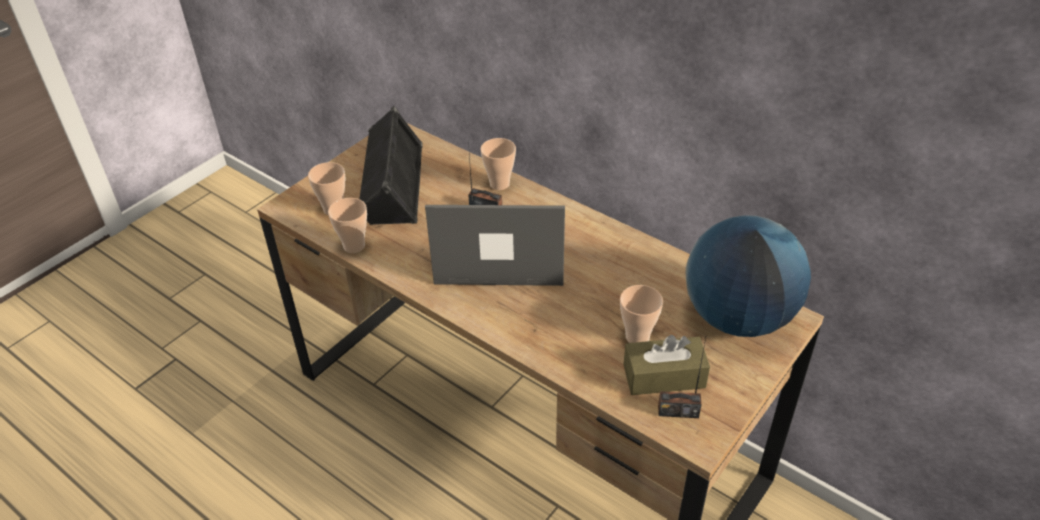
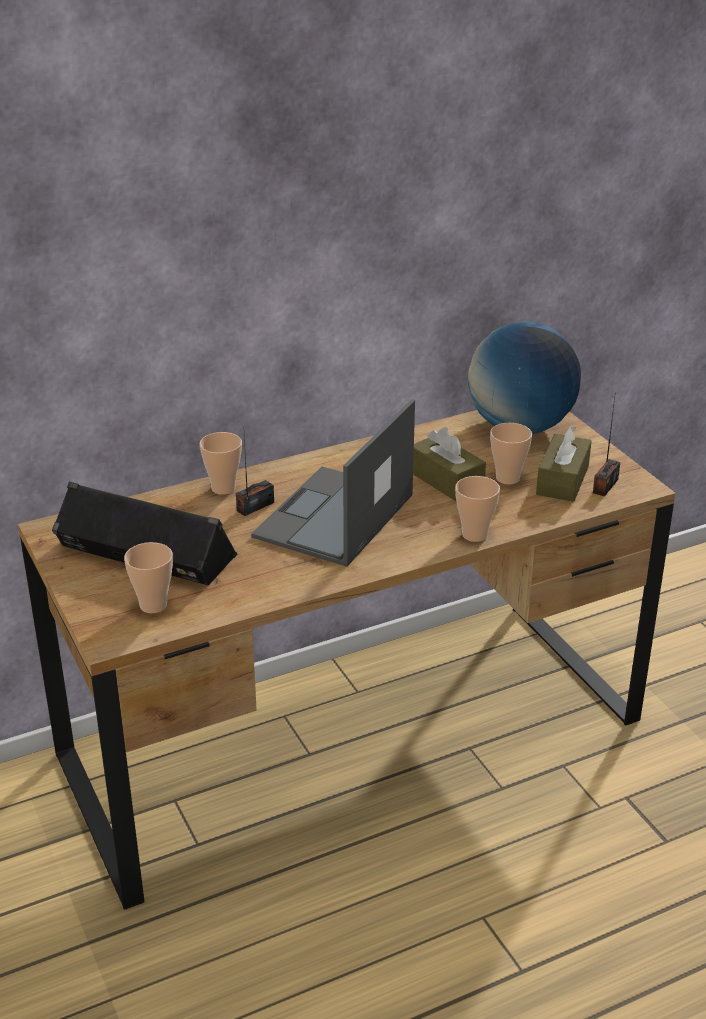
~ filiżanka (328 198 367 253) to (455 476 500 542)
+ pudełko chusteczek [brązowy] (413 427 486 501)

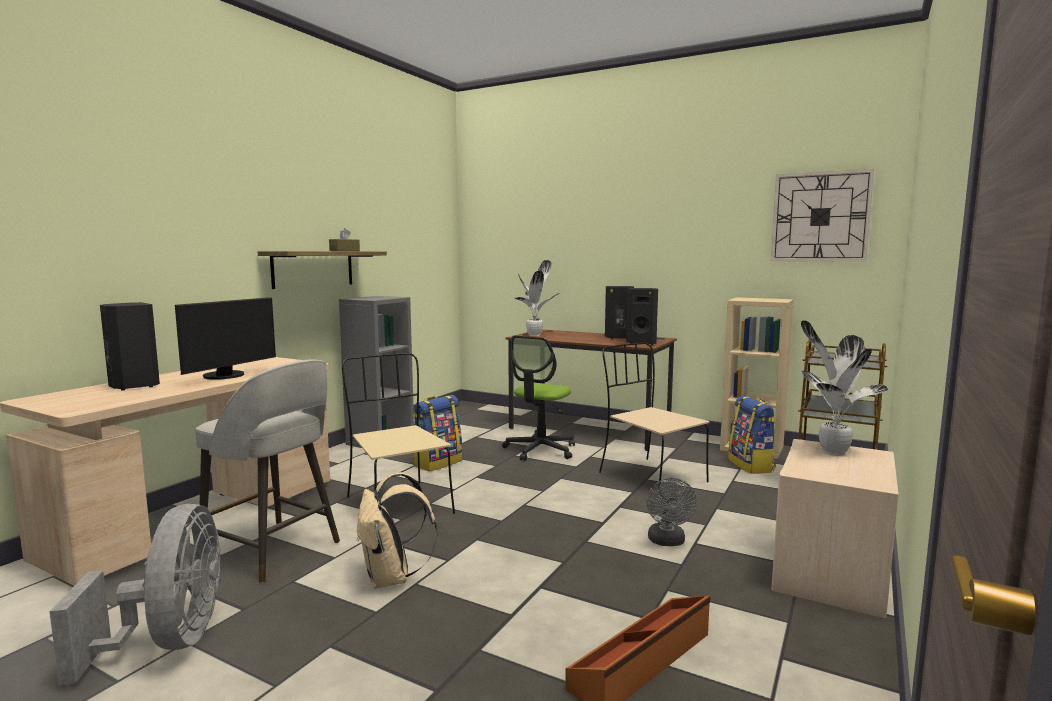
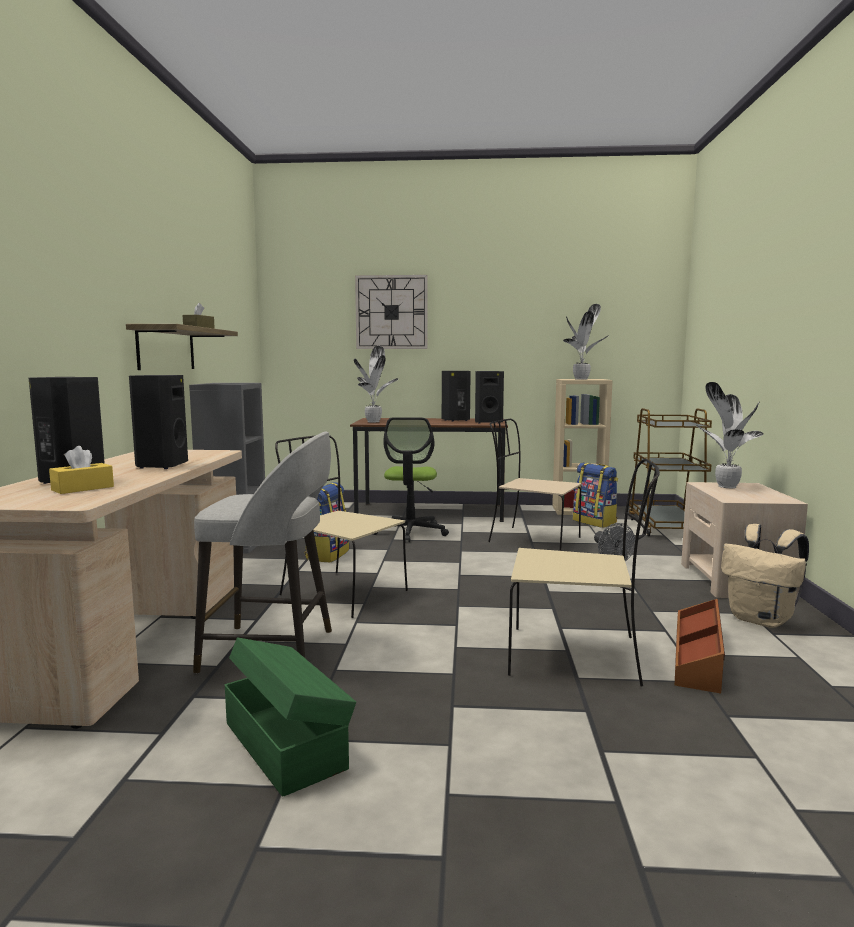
~ wentylator [szary] (49 504 222 685) to pojemnik do przechowywania [zielony] (225 638 356 797)
~ monitor (175 297 276 380) to głośnik [czarny] (129 375 188 469)
~ plecak [beżowy] (356 472 437 589) to (721 524 809 628)
~ zegar ścienny (771 169 874 262) to (355 275 428 349)
+ pudełko chusteczek [żółty] (49 446 114 494)
+ krzesło [beżowy] (508 459 660 686)
+ roślina doniczkowa (563 304 609 380)

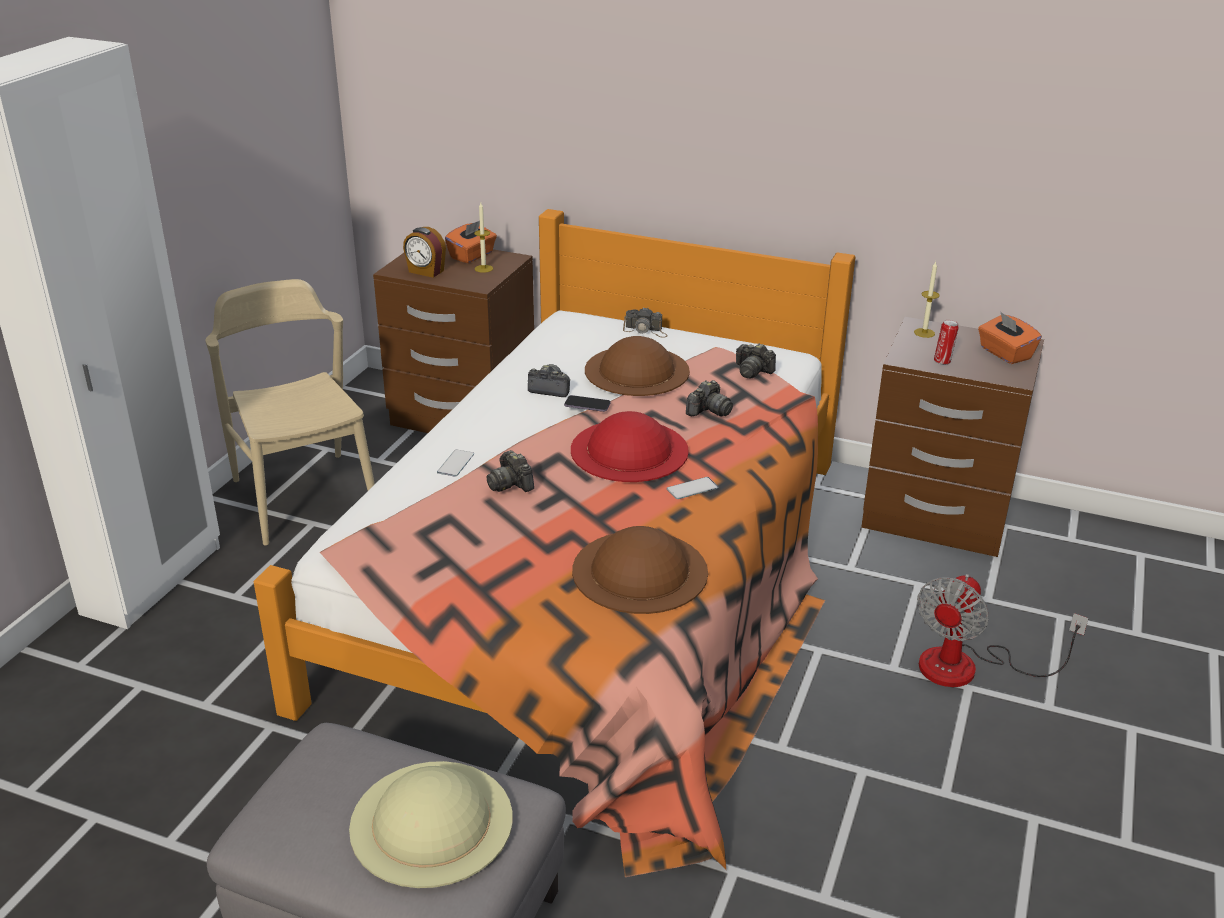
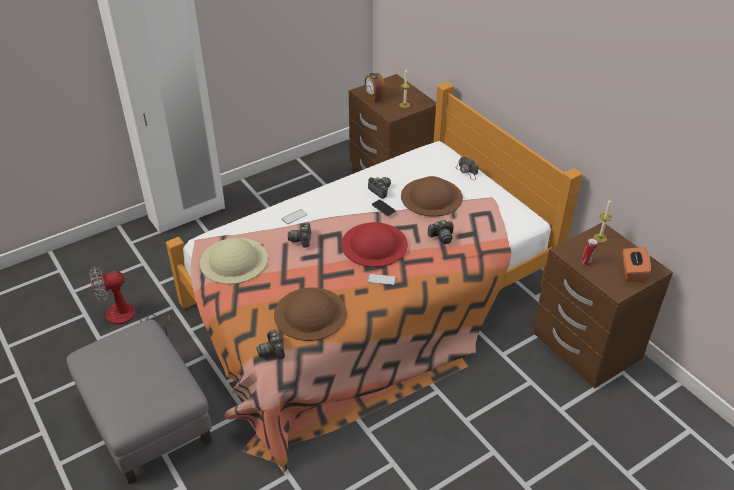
- krzesło [beżowy] (205 279 375 545)
~ kapelusz [beżowy] (349 761 513 888) to (200 238 268 284)
- pudełko chusteczek [pomarańczowy] (445 221 497 263)
~ aparat fotograficzny (736 343 776 379) to (256 330 285 359)
~ wentylator (917 574 1089 687) to (89 266 172 336)

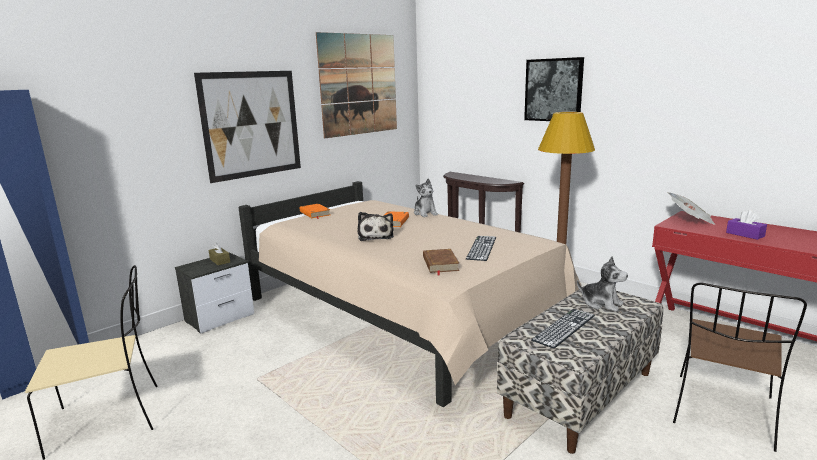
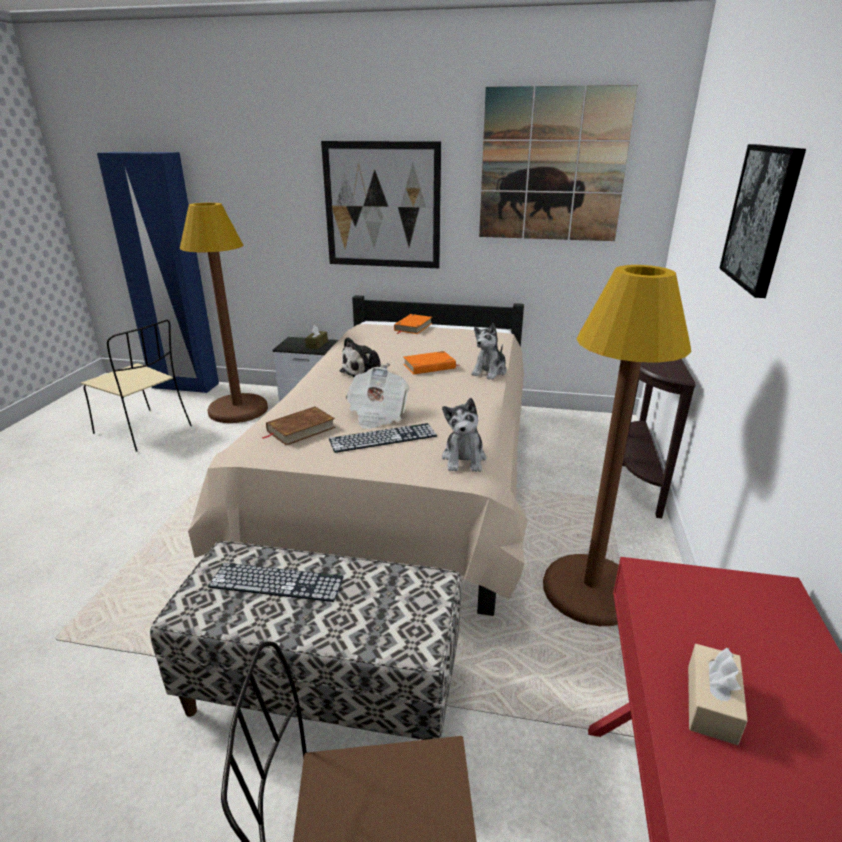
~ pluszak (577 257 628 312) to (442 398 486 472)
~ gazeta (667 192 716 225) to (346 367 409 429)
~ pudełko chusteczek [fioletowy] (726 210 767 240) to pudełko chusteczek [beżowy] (688 644 748 745)
+ lampa stojąca [brązowy] (180 202 268 423)

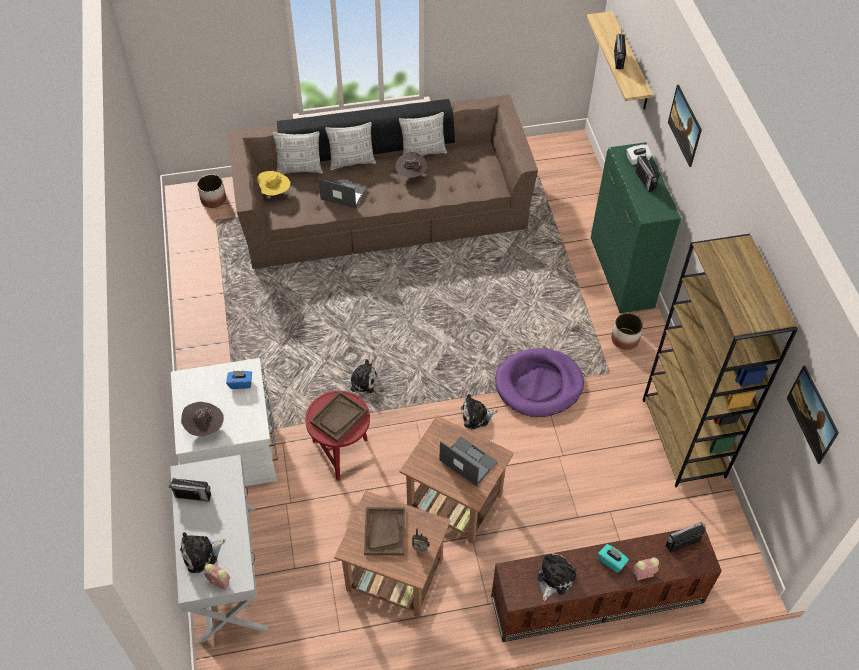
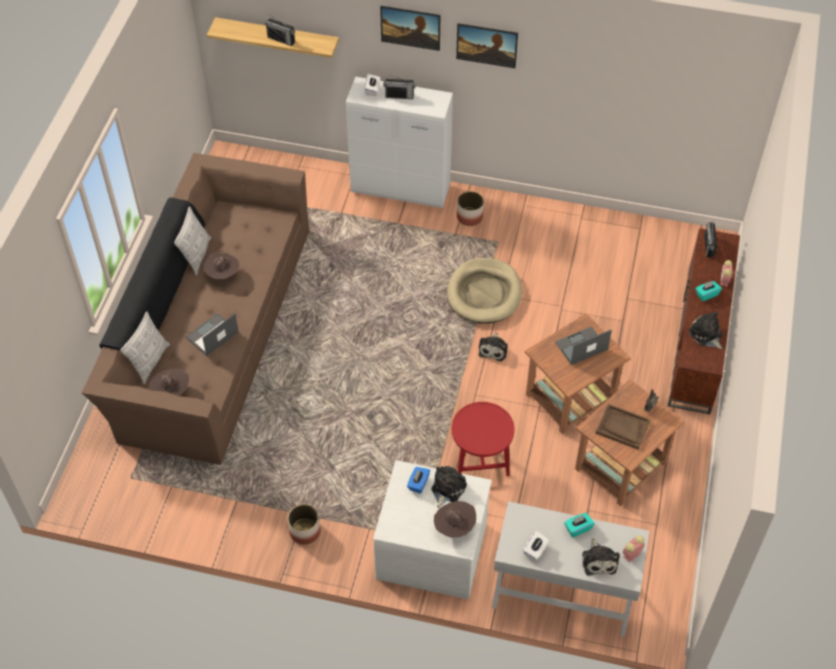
~ radio (169 478 211 502) to pudełko chusteczek [biały] (523 531 549 561)
~ donica (197 174 226 208) to (288 504 321 545)
~ kapelusz [żółty] (257 171 290 196) to kapelusz [brązowy] (149 368 189 396)
- taca [brązowy] (310 391 368 443)
- poduszka (325 122 376 170)
~ pluszak (341 359 377 394) to (431 466 467 509)
~ legowisko [fioletowy] (495 348 584 417) to legowisko [beżowy] (447 258 522 324)
~ szafka [zielony] (591 142 681 313) to szafka [biały] (346 77 453 208)
- regał [brązowy] (643 234 798 487)
~ obraz (787 365 839 464) to (456 23 518 68)
+ pudełko chusteczek [turkusowy] (564 513 594 537)

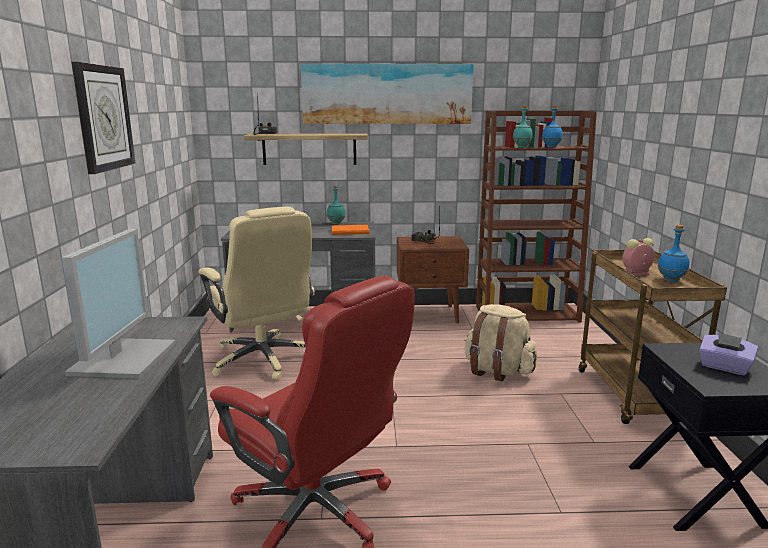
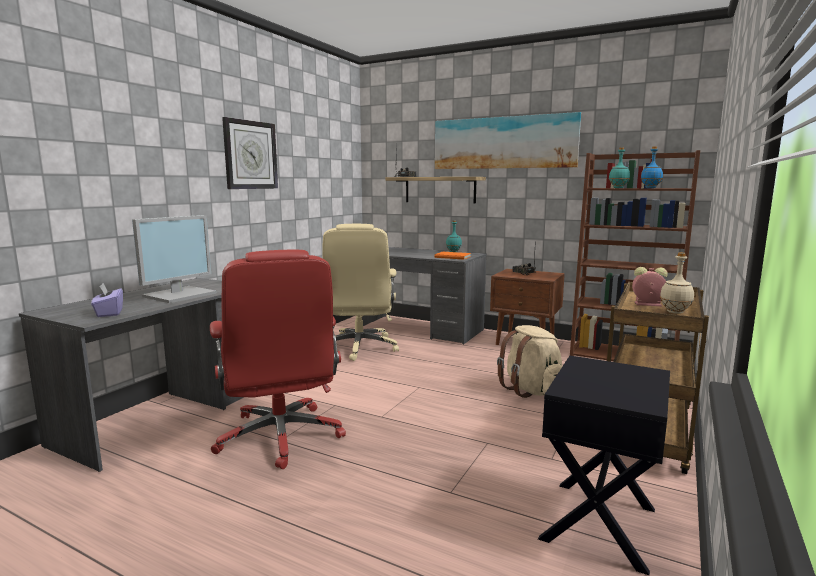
~ butelka [niebieski] (658 225 689 282) to butelka [beżowy] (660 252 694 314)
~ pudełko chusteczek [fioletowy] (699 333 758 376) to (91 283 123 317)

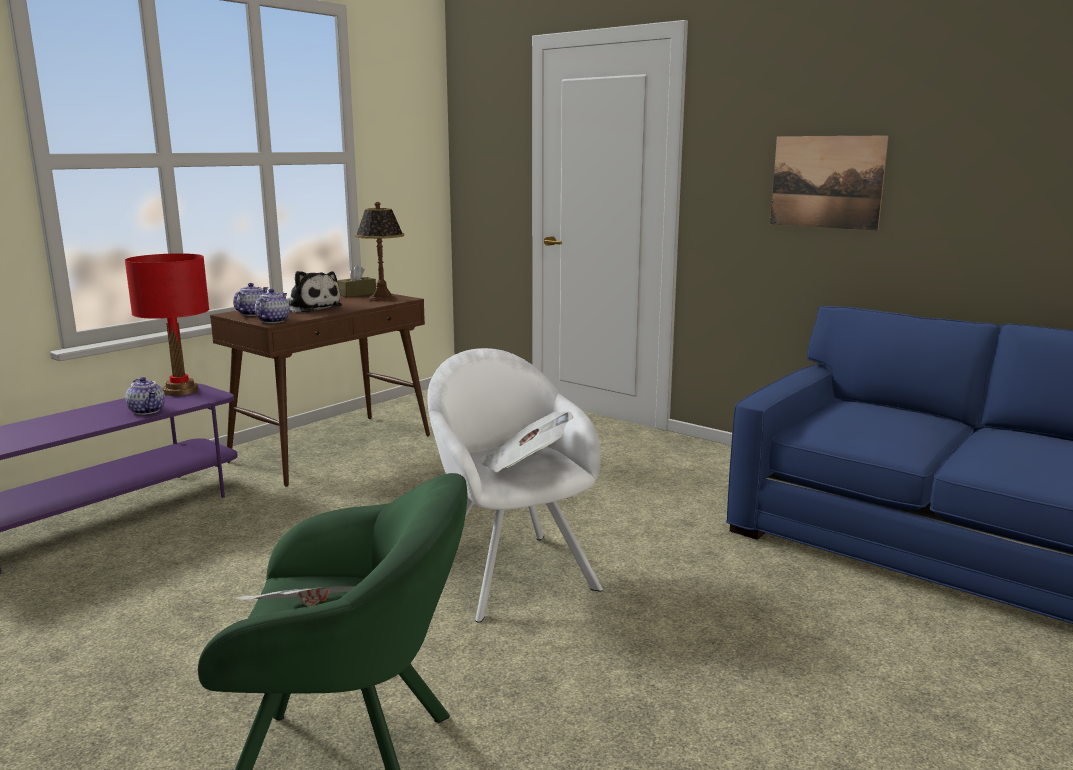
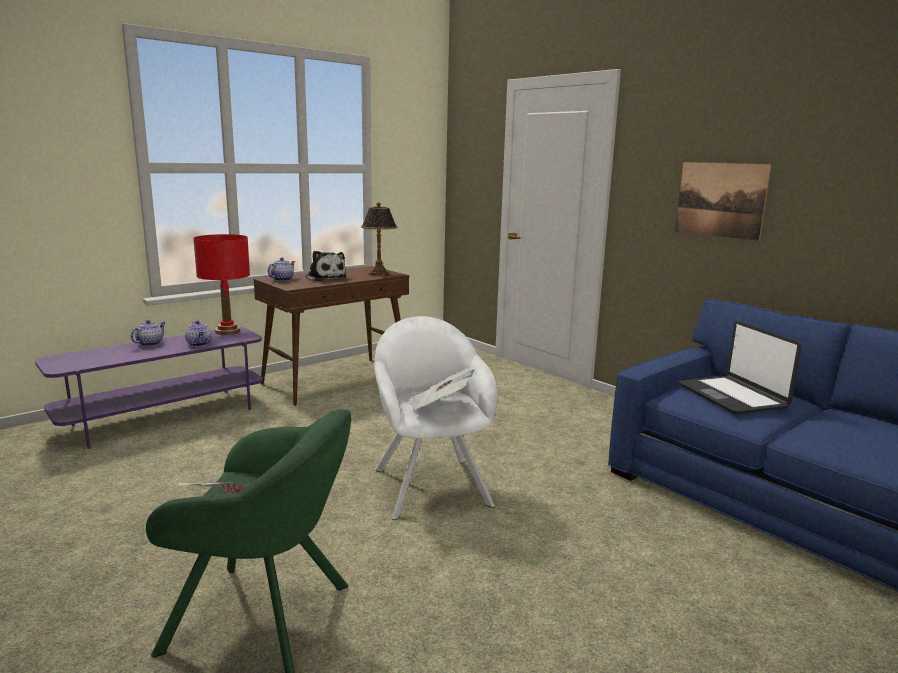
~ imbryk (255 289 290 323) to (131 320 166 346)
- pudełko chusteczek [brązowy] (337 265 376 297)
+ laptop (678 321 802 414)

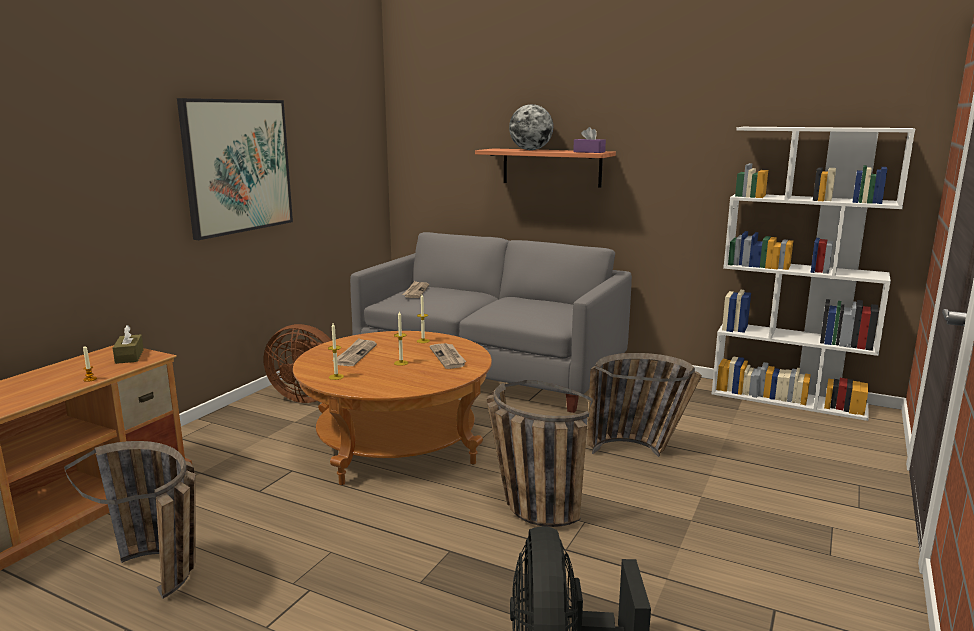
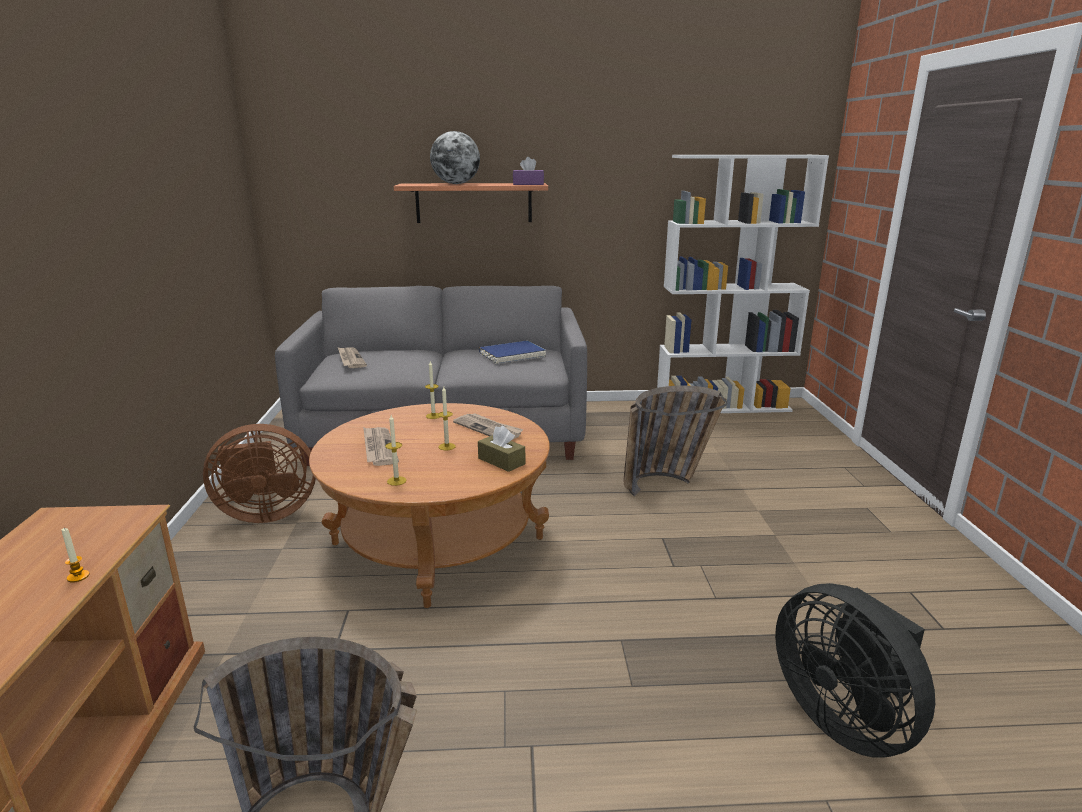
~ pudełko chusteczek [brązowy] (113 325 144 364) to (478 426 525 472)
- obraz (177 98 293 240)
- koszyk (487 380 593 527)
+ książka [niebieski] (479 340 546 365)

